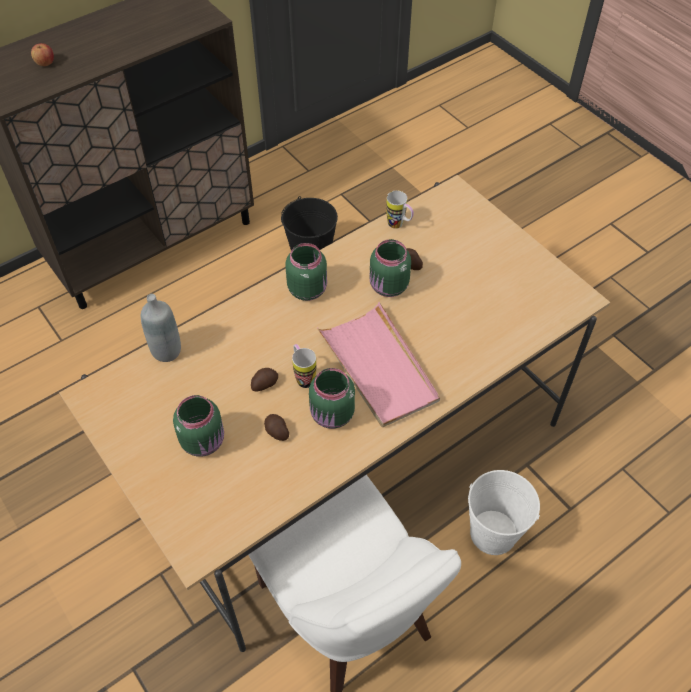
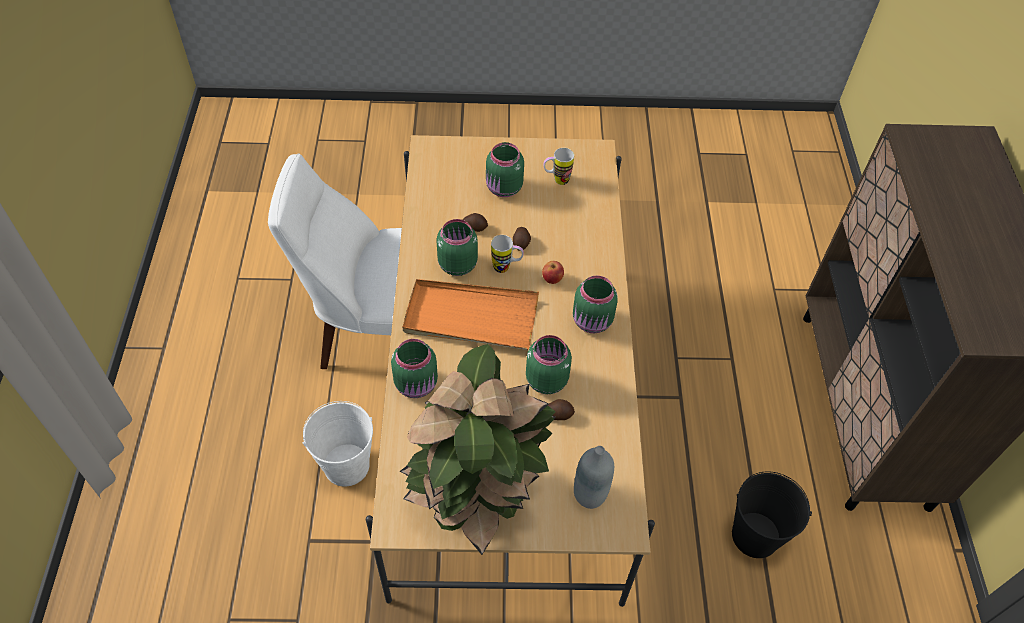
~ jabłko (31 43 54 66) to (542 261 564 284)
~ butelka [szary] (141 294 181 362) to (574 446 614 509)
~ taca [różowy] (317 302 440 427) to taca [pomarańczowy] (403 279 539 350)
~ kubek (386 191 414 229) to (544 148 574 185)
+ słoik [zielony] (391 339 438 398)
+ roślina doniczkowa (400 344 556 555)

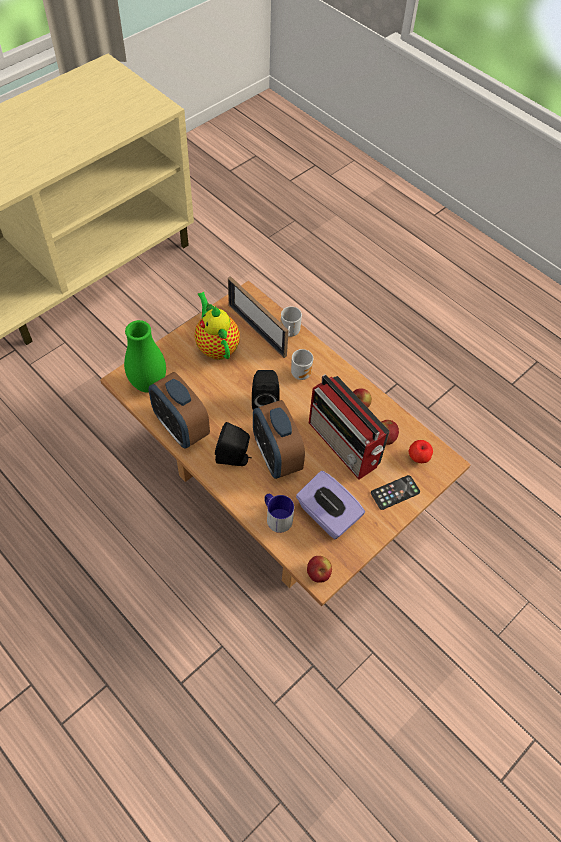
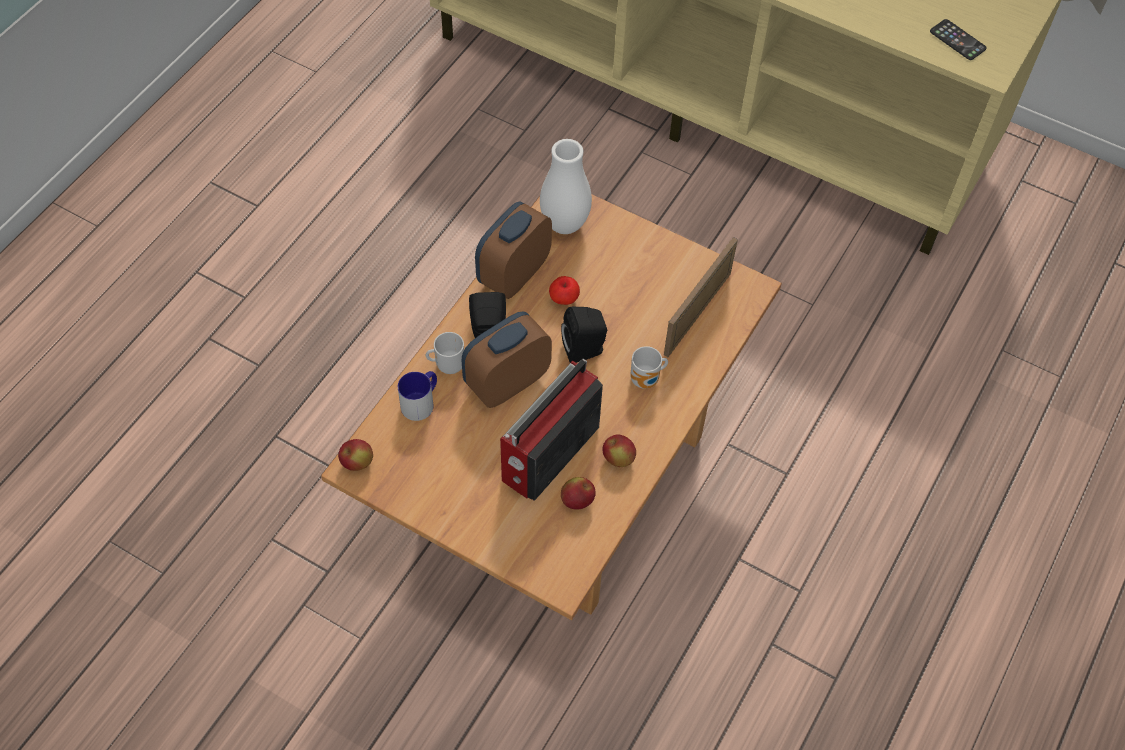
~ wazon [zielony] (124 320 166 393) to wazon [biały] (540 139 592 234)
- imbryk (195 292 240 360)
~ kubek (281 306 302 337) to (426 332 464 374)
- pudełko chusteczek [fioletowy] (296 471 365 539)
~ telefon (371 475 420 510) to (930 19 987 60)
~ jabłko (409 440 433 463) to (549 276 580 305)

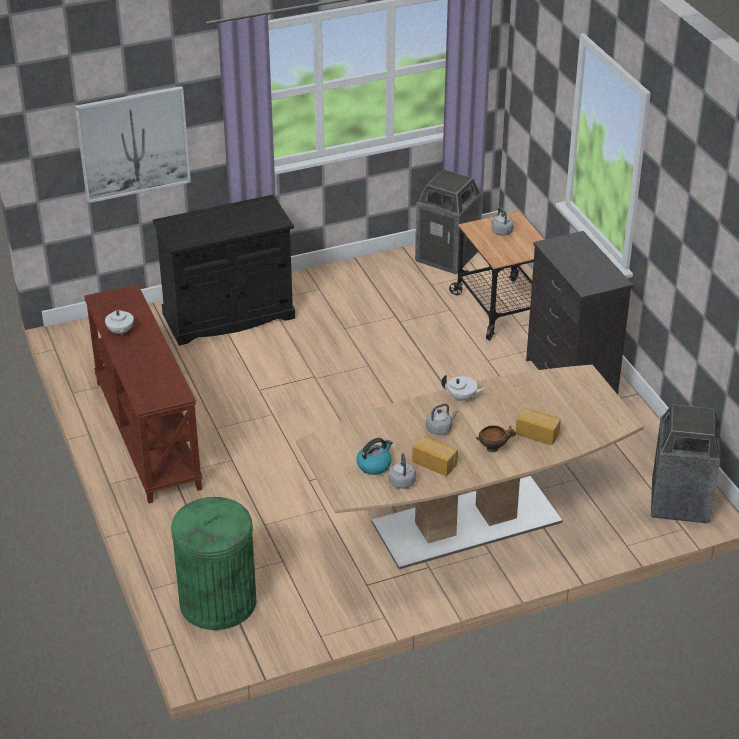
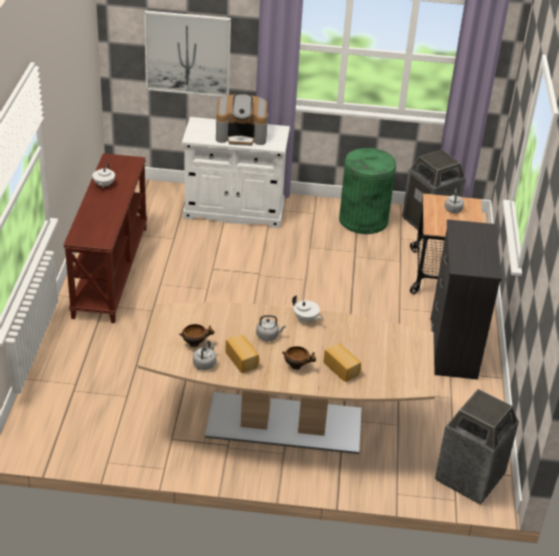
~ szafka [czarny] (153 195 295 346) to szafka [biały] (182 117 290 228)
~ kosz na śmieci [zielony] (171 497 257 630) to (339 148 396 234)
~ czajnik (357 438 393 475) to miska (179 324 214 347)
+ ekspres do kawy (216 94 268 146)

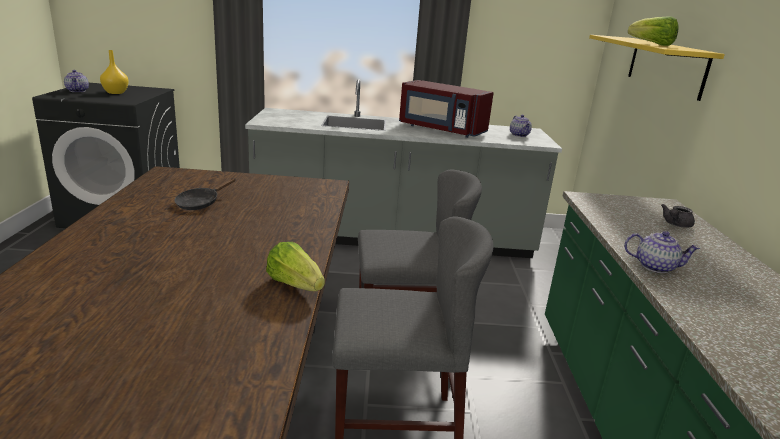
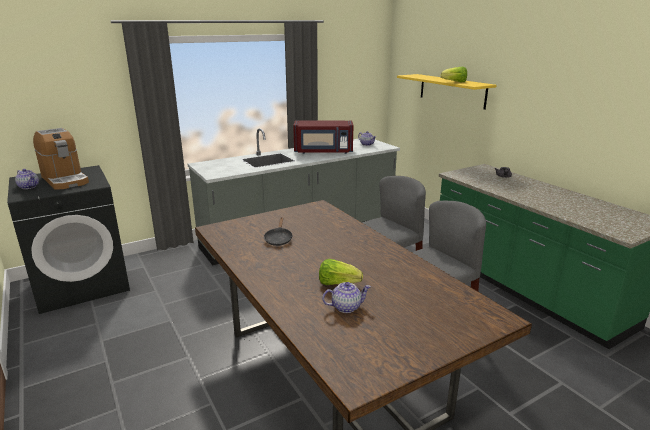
~ wazon [żółty] (100 50 129 94) to ekspres do kawy (33 128 89 190)
~ sałata (266 242 325 291) to (319 259 363 285)
~ imbryk (624 231 700 273) to (322 282 371 313)

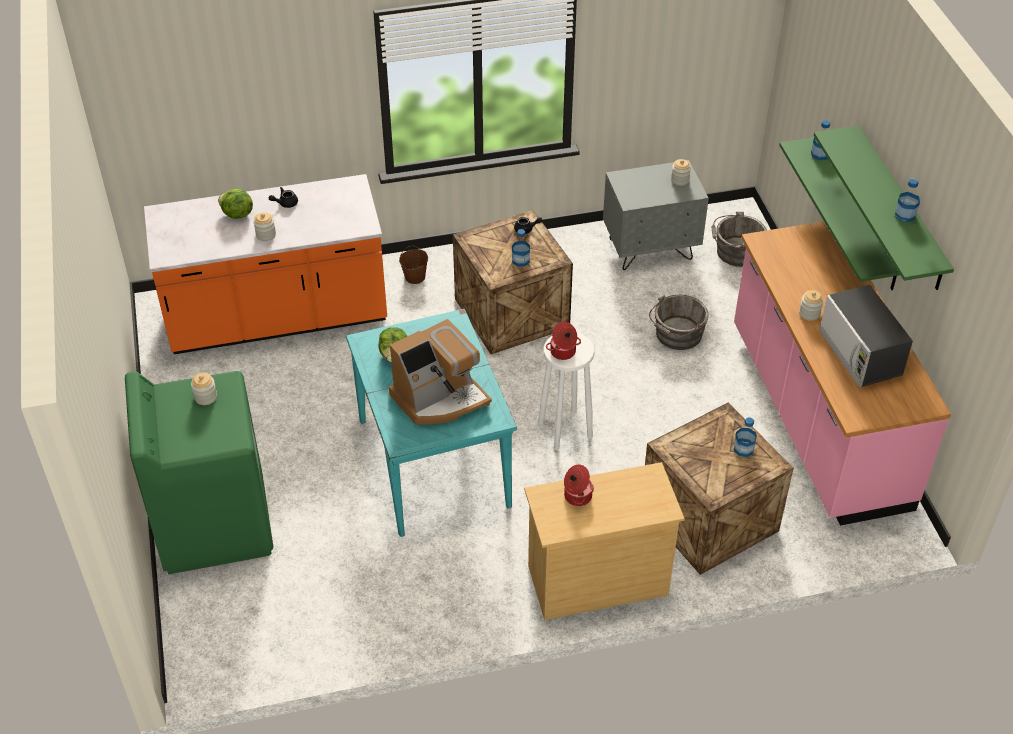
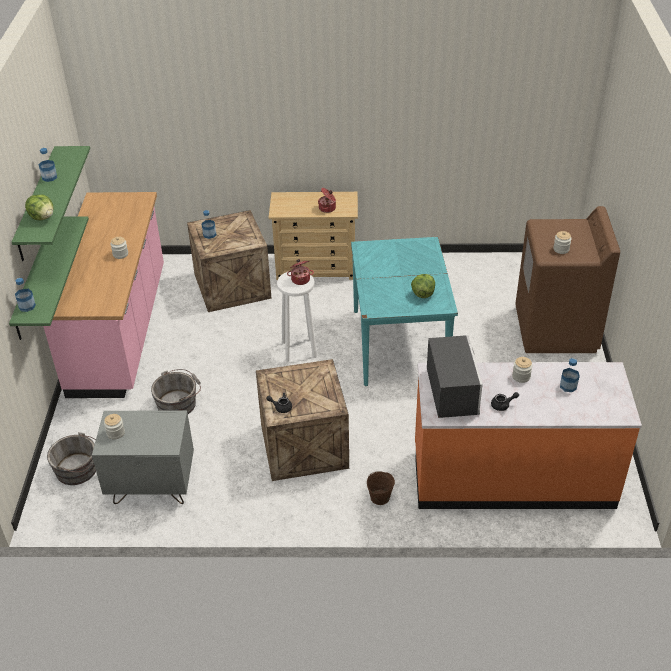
~ pralka [zielony] (125 371 273 575) to pralka [brązowy] (515 206 620 353)
~ sałata (218 189 253 219) to (25 195 53 220)
- ekspres do kawy (389 319 492 425)
~ butelka (512 229 530 267) to (560 358 580 392)
~ mikrofalówka (819 284 913 387) to (427 335 483 418)

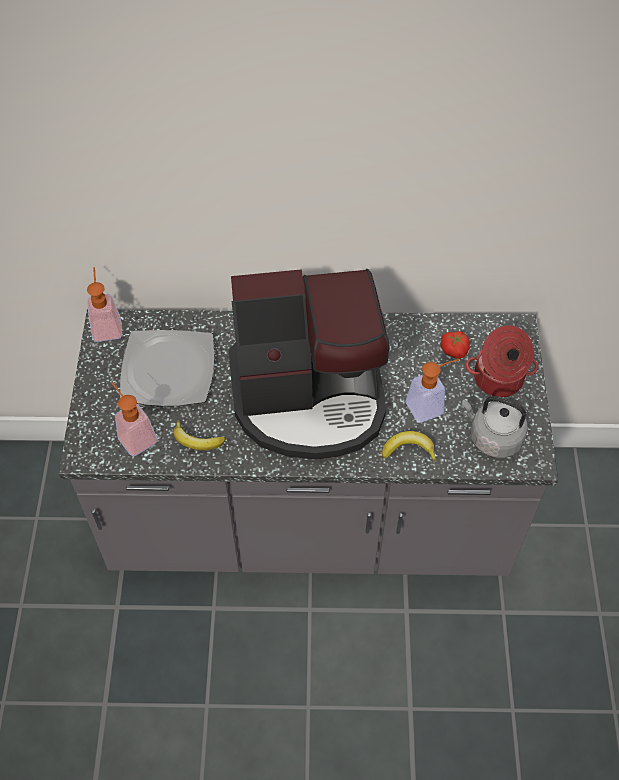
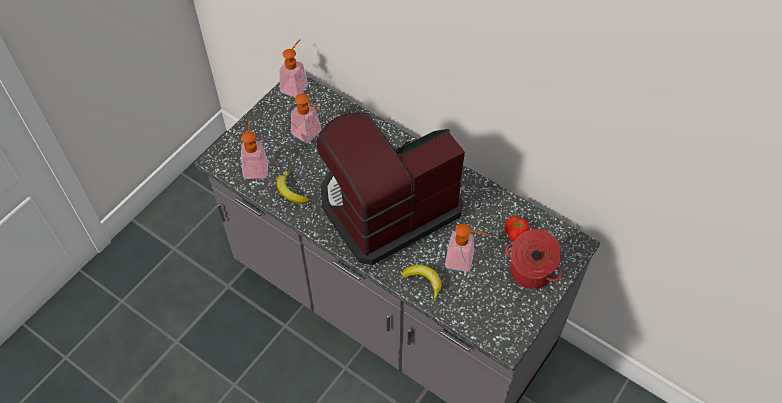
~ talerz (120 330 214 406) to dozownik mydła (291 93 321 144)
~ ekspres do kawy (228 269 389 460) = (316 112 465 265) 120 degrees clockwise
- czajnik [szary] (462 396 528 458)

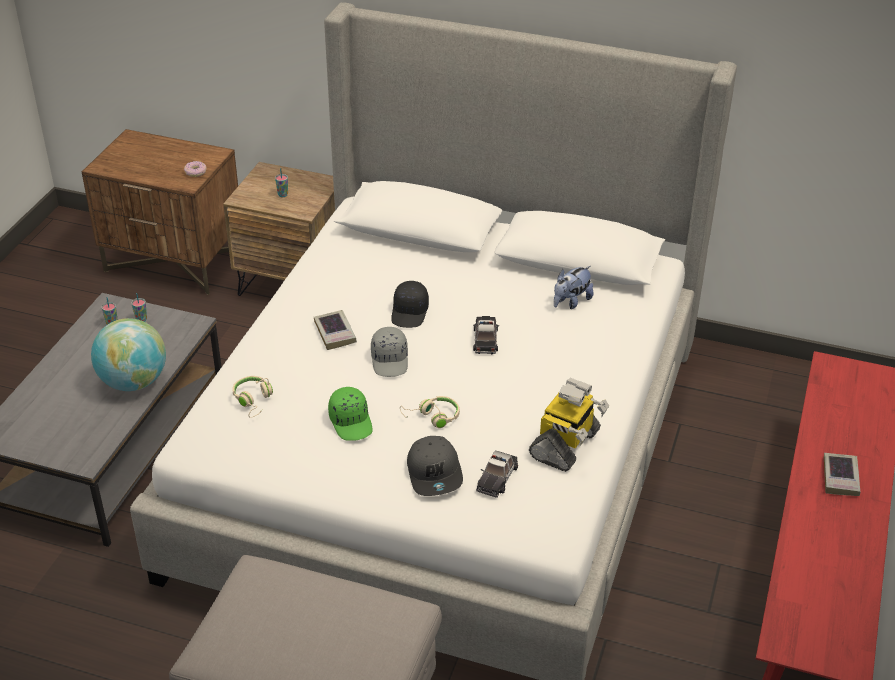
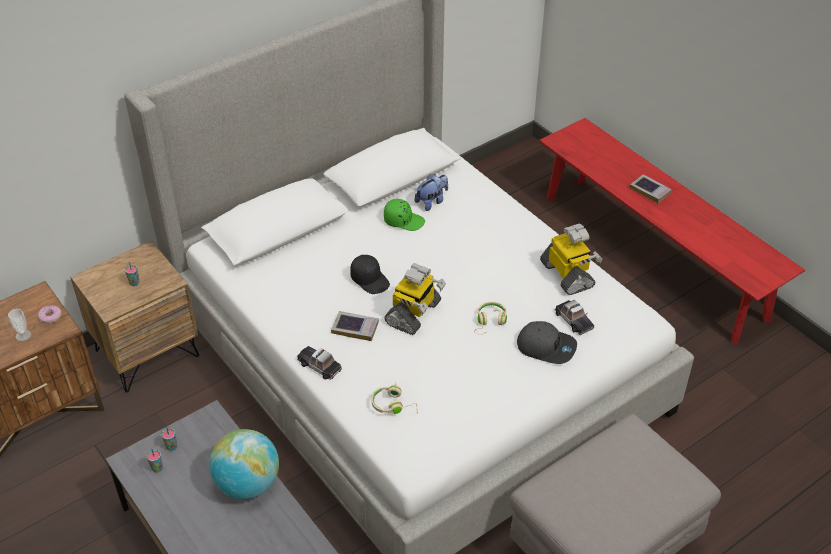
~ czapka z daszkiem [zielony] (328 387 373 441) to (384 199 425 231)
~ czapka z daszkiem [szary] (371 327 408 377) to robot zabawkowy (384 263 446 335)
~ samochodzik (473 316 499 354) to (297 346 342 380)
~ pluszak (554 266 593 309) = (414 174 448 211) 120 degrees counterclockwise
+ filiżanka (8 309 31 341)

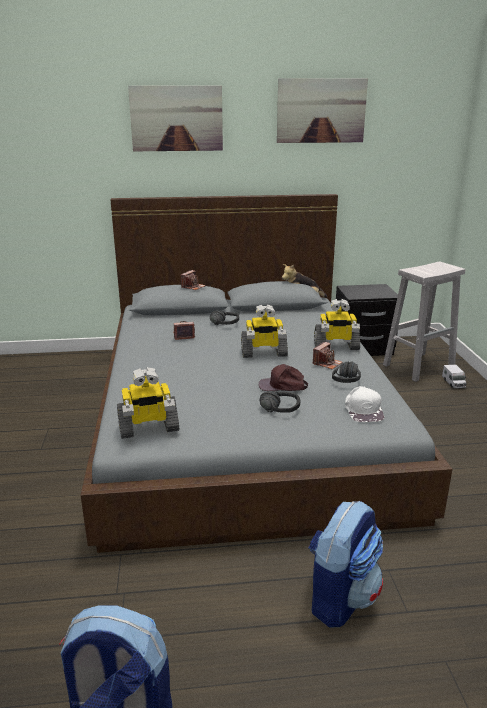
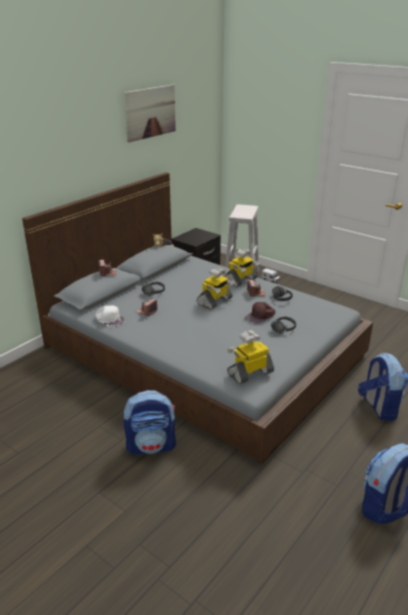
~ robot zabawkowy (117 367 179 439) = (227 330 274 384) 150 degrees counterclockwise
- obraz (128 85 223 151)
~ czapka z daszkiem [biały] (345 386 384 422) to (95 305 125 327)
+ plecak (124 390 176 455)

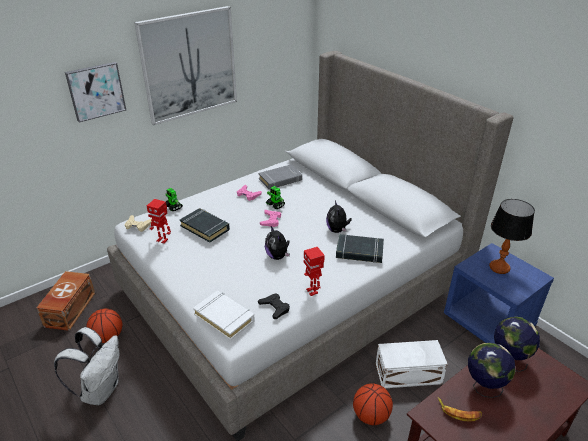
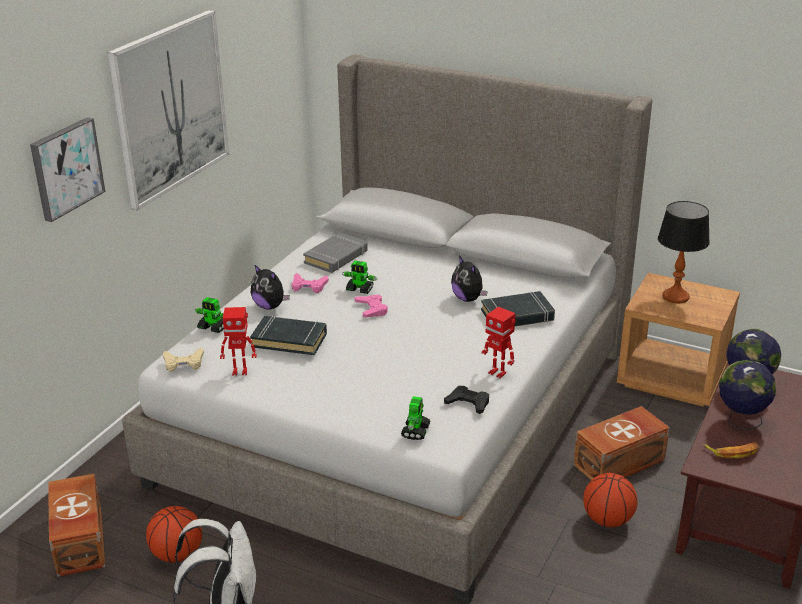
~ książka [biały] (193 291 255 341) to robot zabawkowy (401 396 431 440)
~ pluszak (265 226 290 260) to (251 265 290 310)
~ pojemnik do przechowywania [biały] (376 340 448 388) to pojemnik do przechowywania [brązowy] (574 406 670 480)
~ szafka nocna [niebieski] (444 243 554 343) to szafka nocna [brązowy] (617 273 740 407)

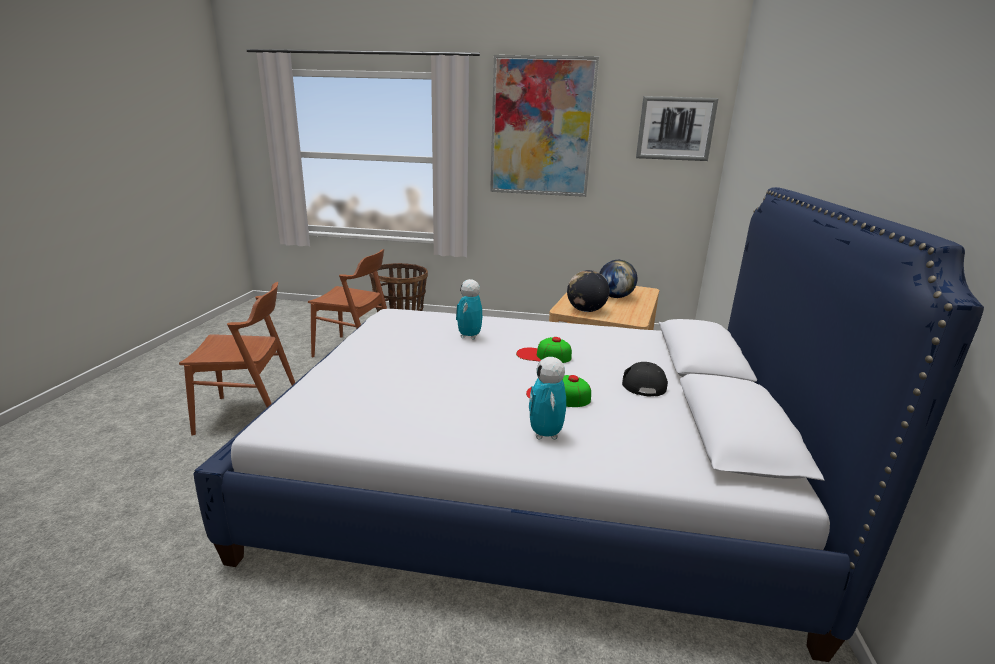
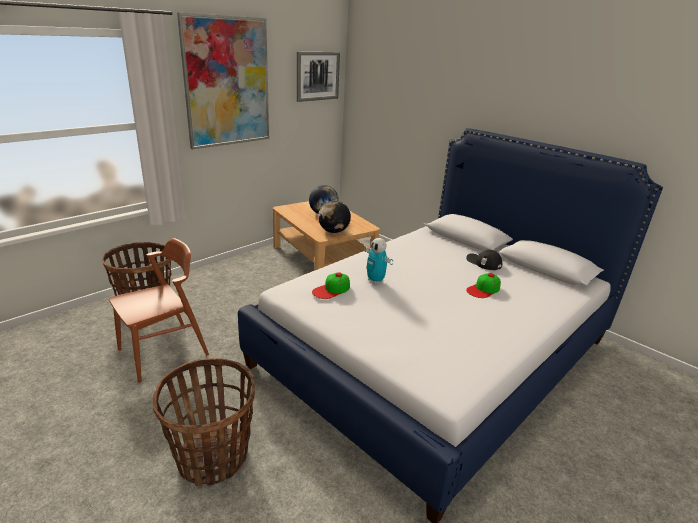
~ krzesło [brązowy] (179 282 295 435) to koszyk (153 358 255 487)
~ czapka z daszkiem (516 337 572 363) to (312 272 350 299)
- robot zabawkowy (529 357 566 440)

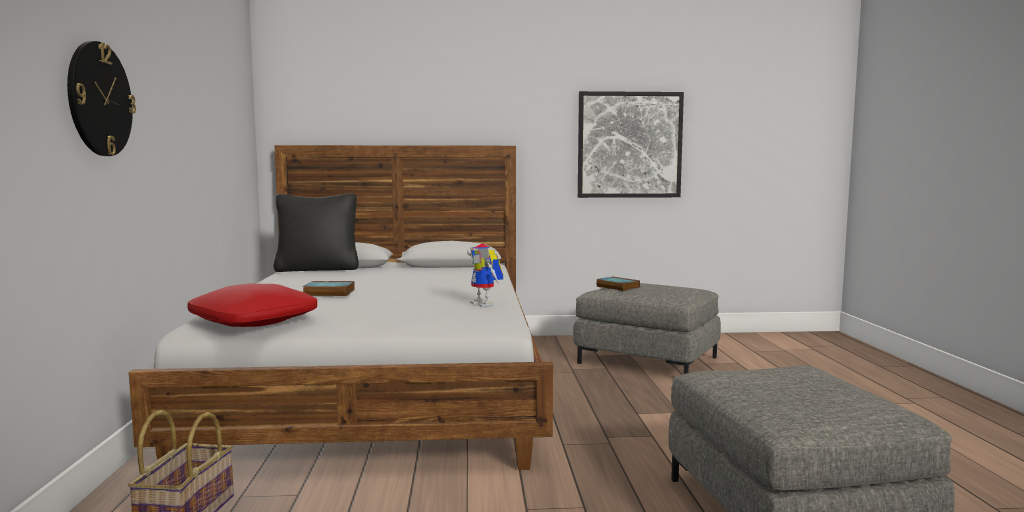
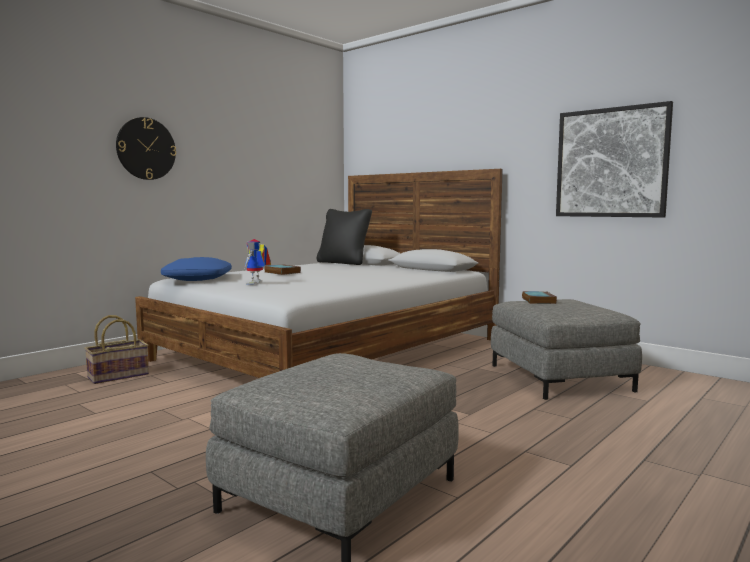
~ poduszka [czerwony] (187 284 317 327) to poduszka [niebieski] (161 257 232 281)
~ robot zabawkowy (467 244 503 307) to (244 239 271 285)

